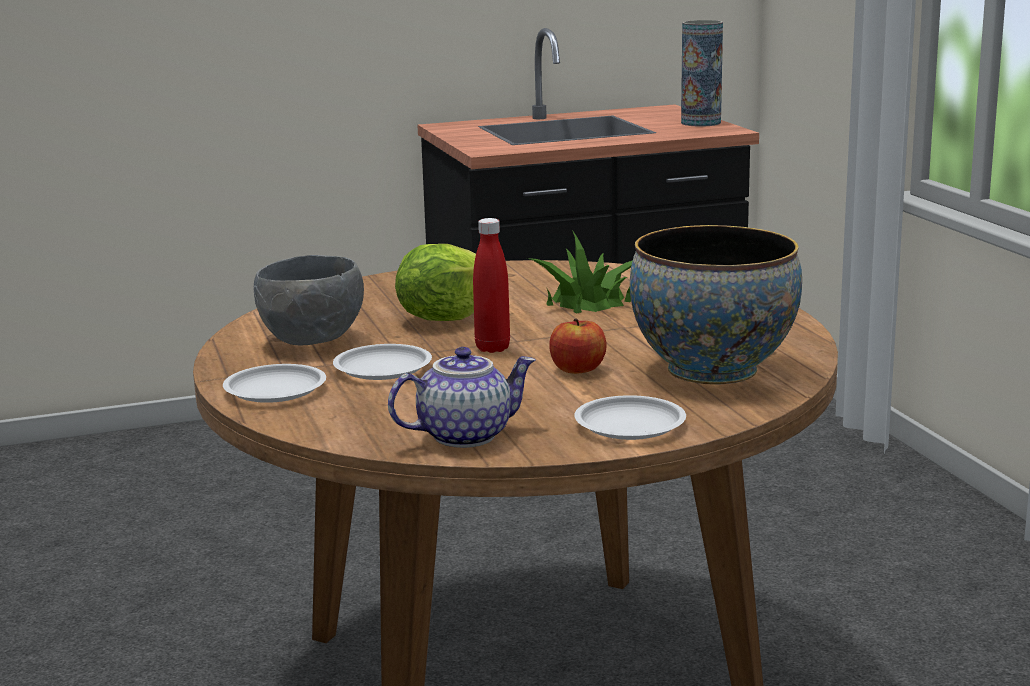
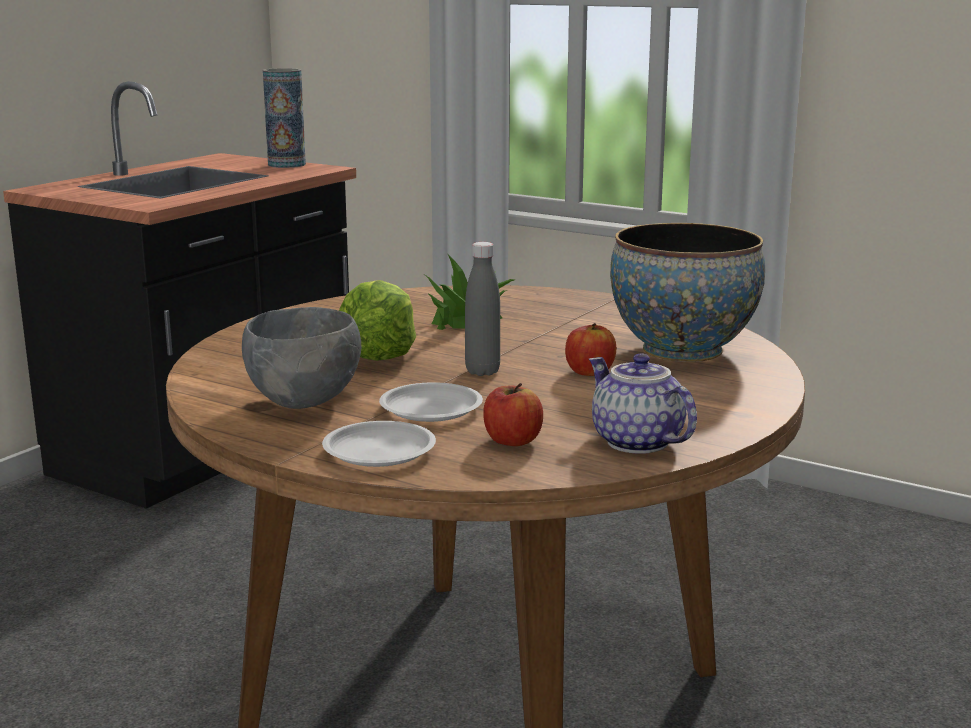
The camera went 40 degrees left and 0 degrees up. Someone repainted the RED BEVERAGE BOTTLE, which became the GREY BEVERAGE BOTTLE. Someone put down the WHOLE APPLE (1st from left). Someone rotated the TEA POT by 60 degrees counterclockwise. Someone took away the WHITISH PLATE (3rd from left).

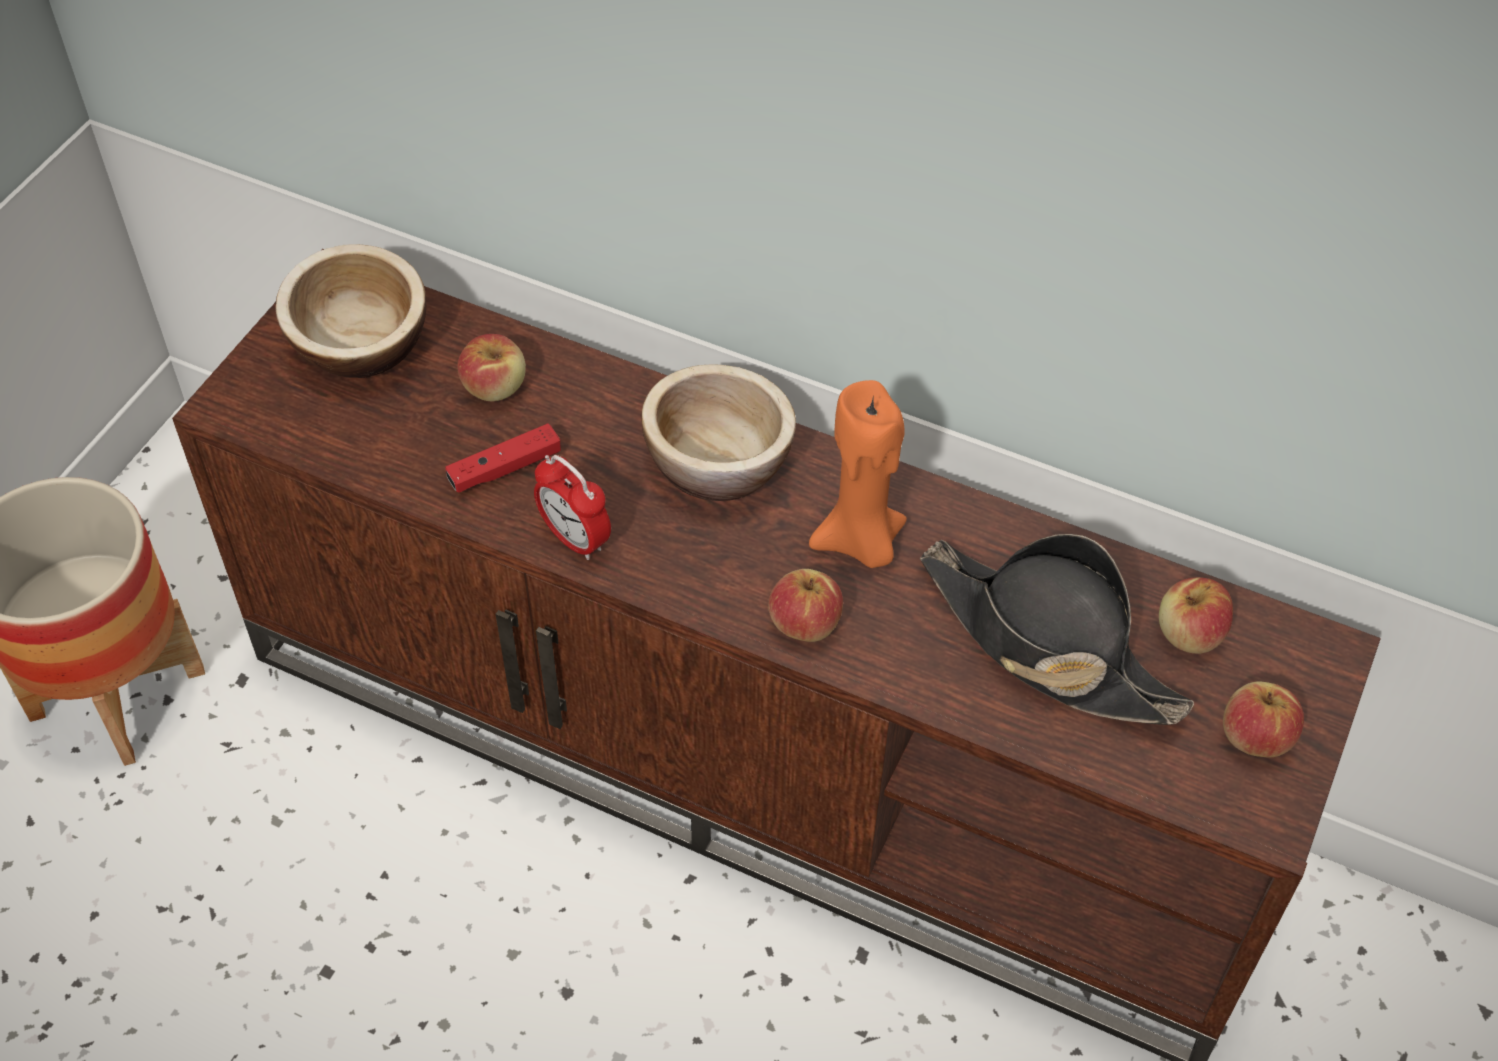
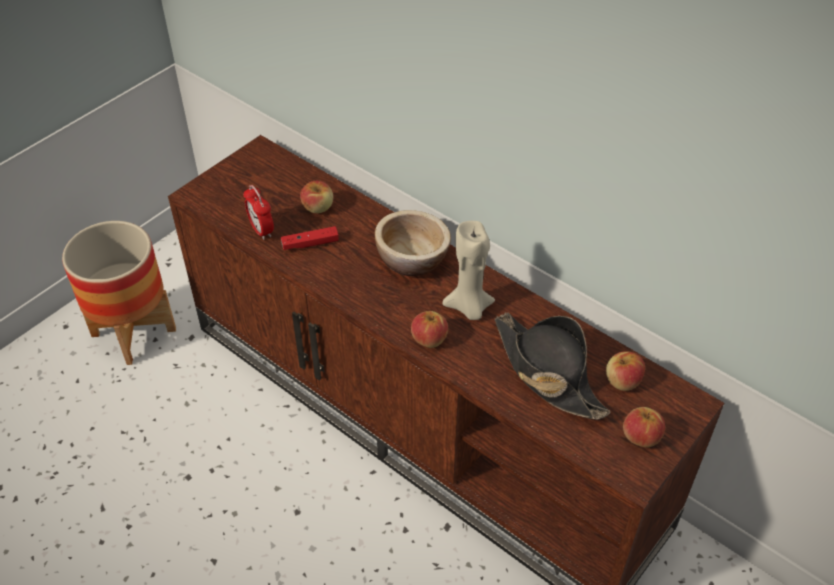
The camera went 15 degrees right and 5 degrees down. Someone carried the BEDSIDE CLOCK. Someone repainted the ORANGEY CANDLE, which became the SAND-COLOURED CANDLE. Someone took away the BOWL (1st from left).

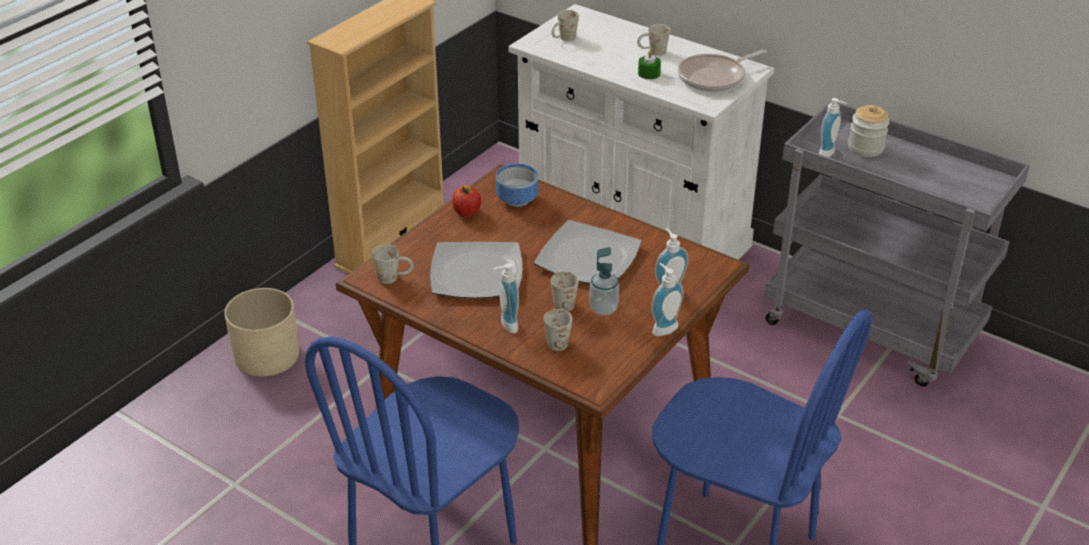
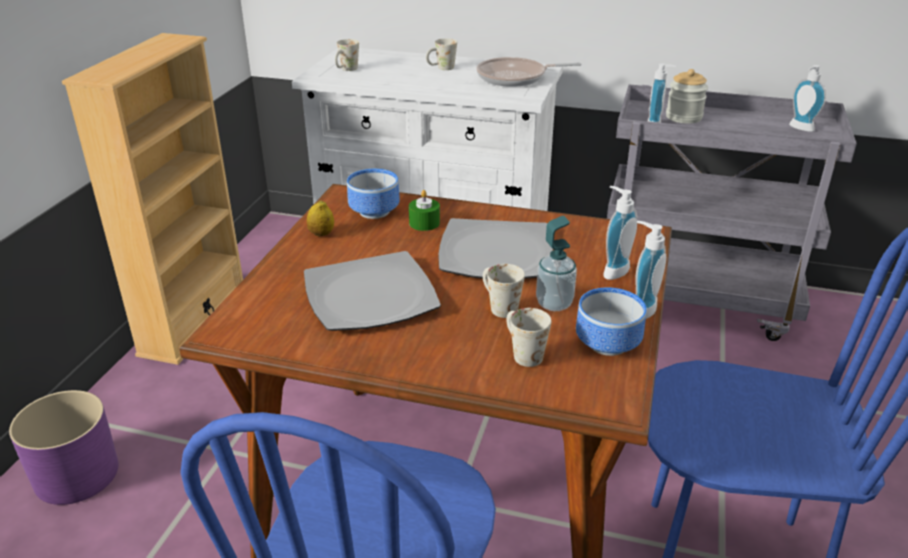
The camera went 20 degrees left and 5 degrees down. Someone repainted the SAND-COLOURED PLANTER, which became the PURPLISH PLANTER. Someone swapped the WHOLE APPLE for the LEMON. Someone carried the GREEN CANDLE. Someone rotated the SKILLET by 45 degrees clockwise. Someone put down the BOWL (2nd from left). Someone carried the LIQUID SOAP BOTTLE (1st from left in the first image). Someone took away the WHITISH MUG (1st from left).

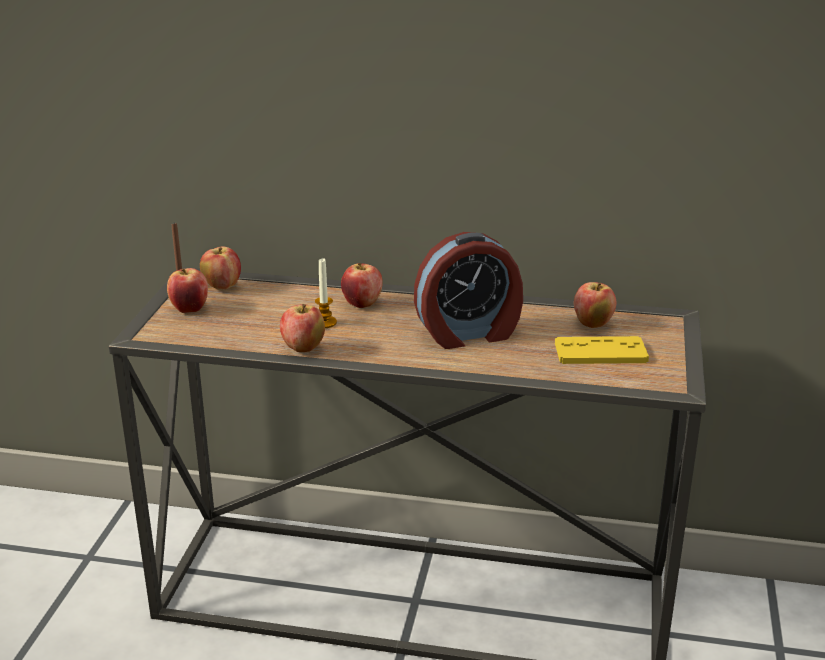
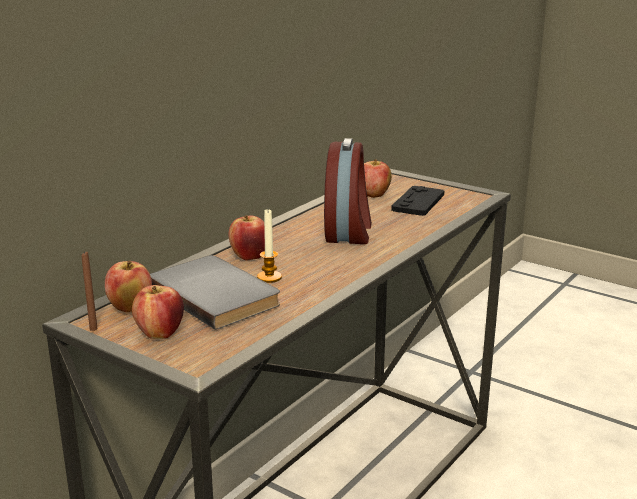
The camera went 65 degrees left and 5 degrees down. Someone put down the GREY BOOK. Someone repainted the YELLOW JOYPAD, which became the BLACK-COLOURED JOYPAD. Someone took away the WHOLE APPLE (3rd from left).

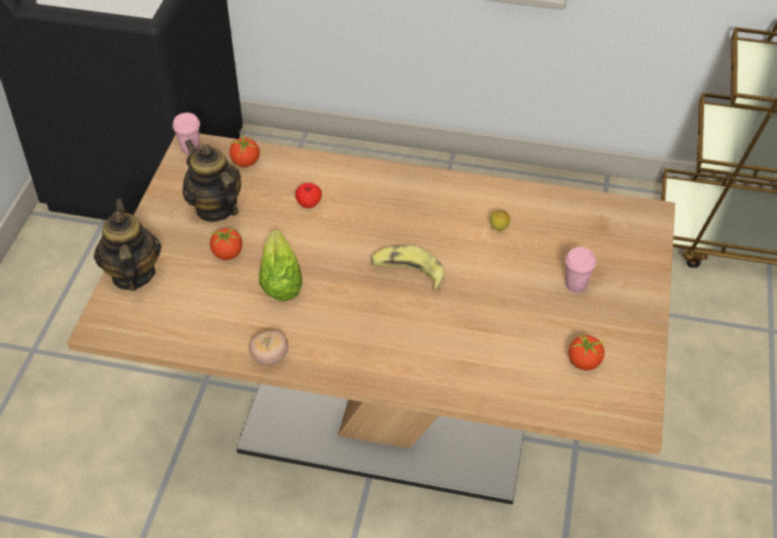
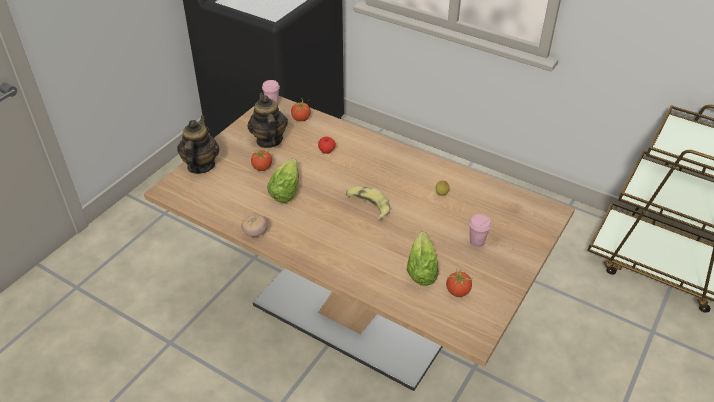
The camera went 20 degrees right and 5 degrees down. Someone put down the LETTUCE (2nd from left).

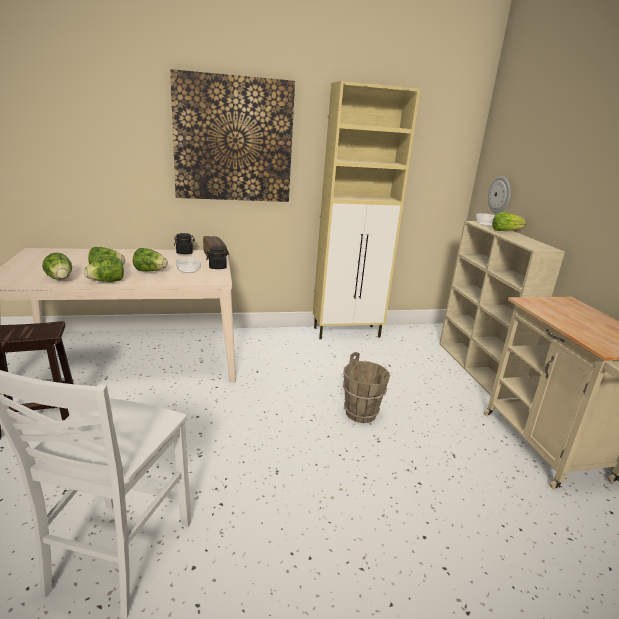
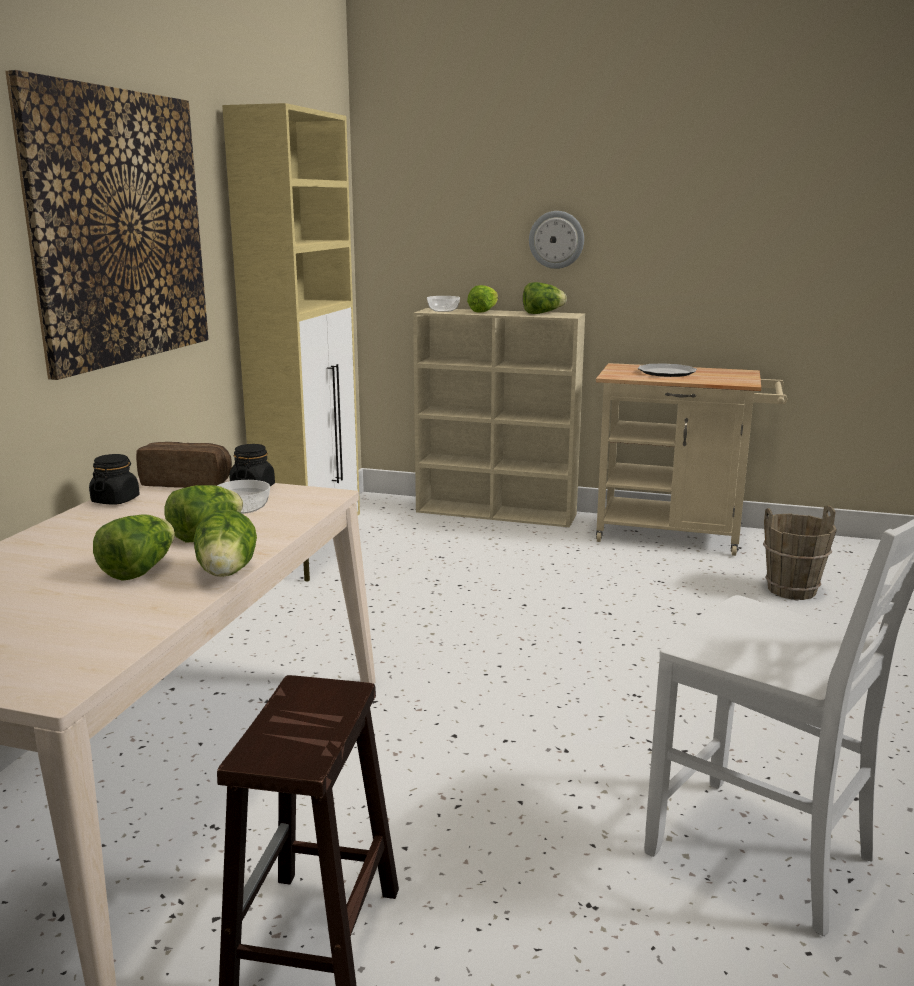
The camera went 60 degrees left and 5 degrees down. Someone carried the LETTUCE (1st from left in the first image). Someone carried the CLOCK ON THE WALL. Someone put down the PLATE. Someone carried the BROWNISH PAIL.

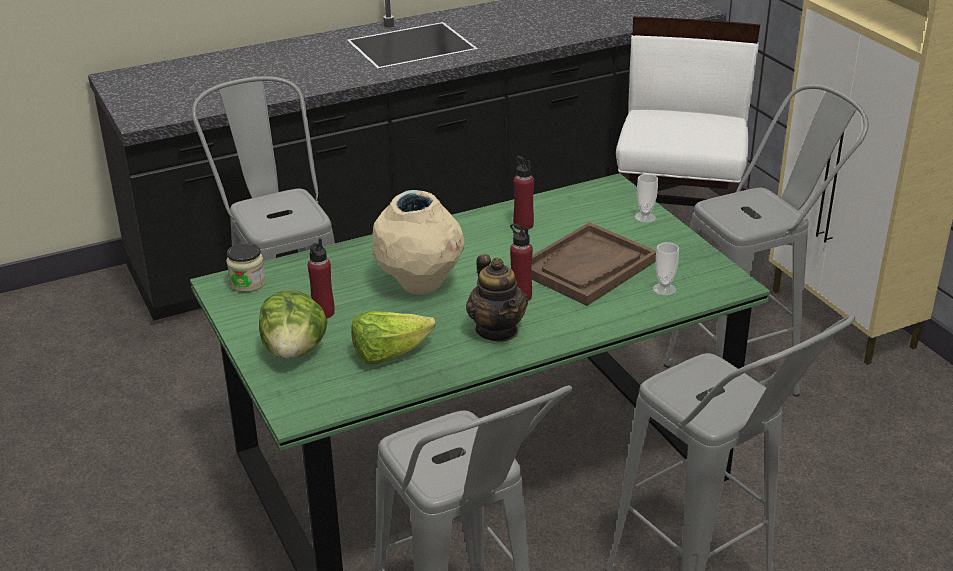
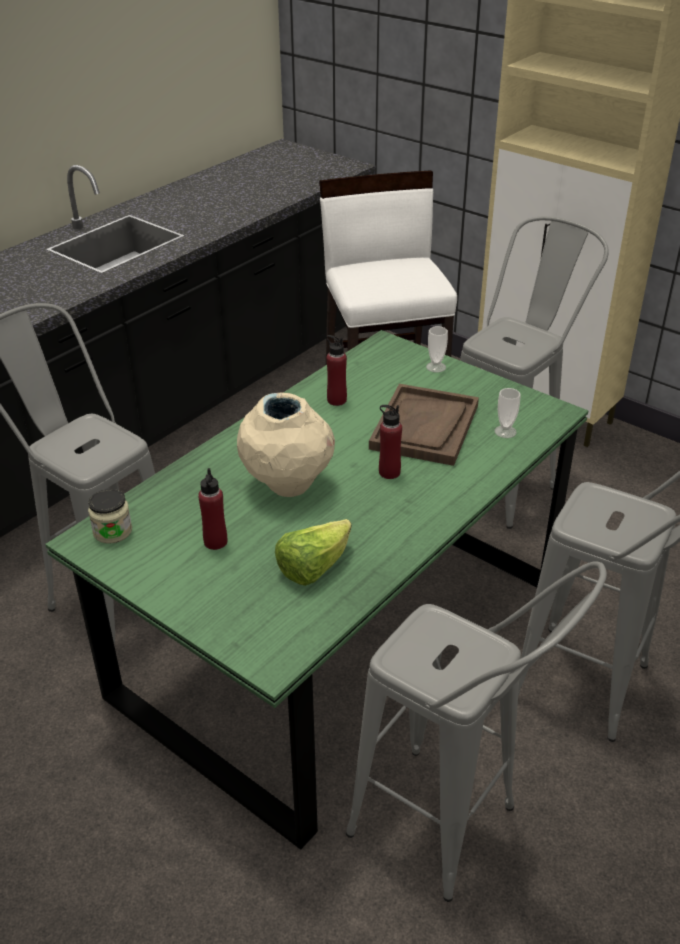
The camera went 25 degrees left and 5 degrees up. Someone took away the LETTUCE (1st from left). Someone took away the TEA POT.

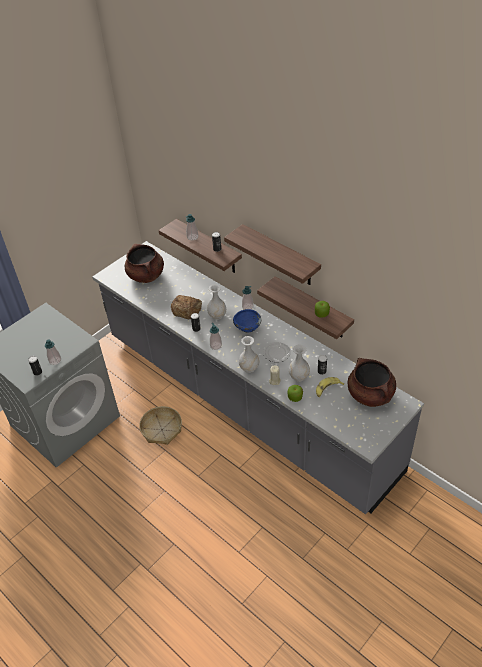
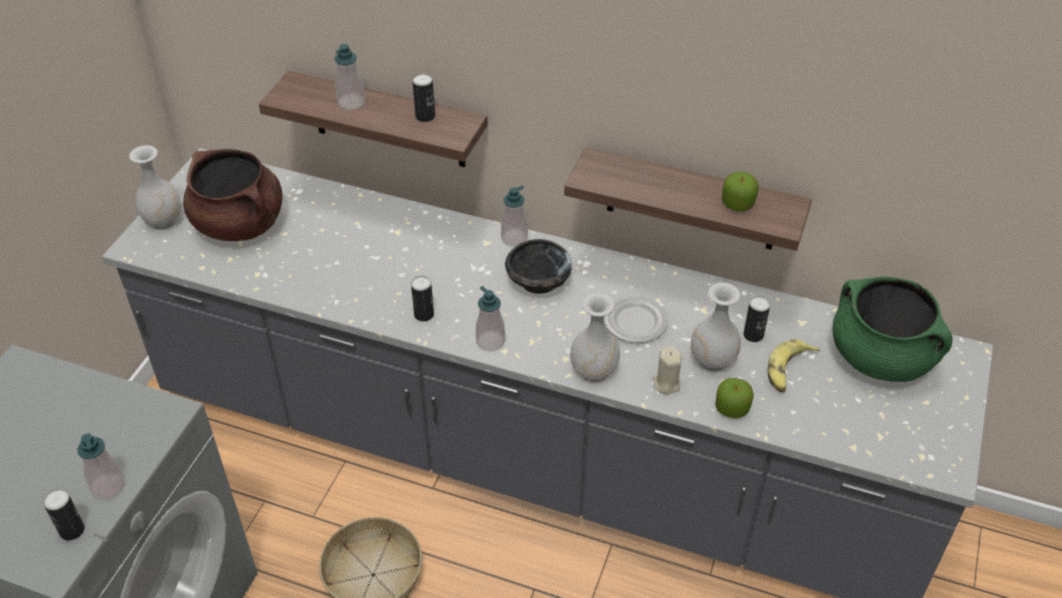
The camera went 25 degrees left and 0 degrees up. Someone carried the WHITISH DECORATIVE VASE (1st from left). Someone repainted the BLUE BOWL, which became the BLACK-COLOURED BOWL. Someone repainted the BROWNISH STOCKPOT (2nd from left), which became the GREEN STOCKPOT. Someone took away the BAKERY BREAD. Someone took away the BRACKET SHELF (2nd from left).

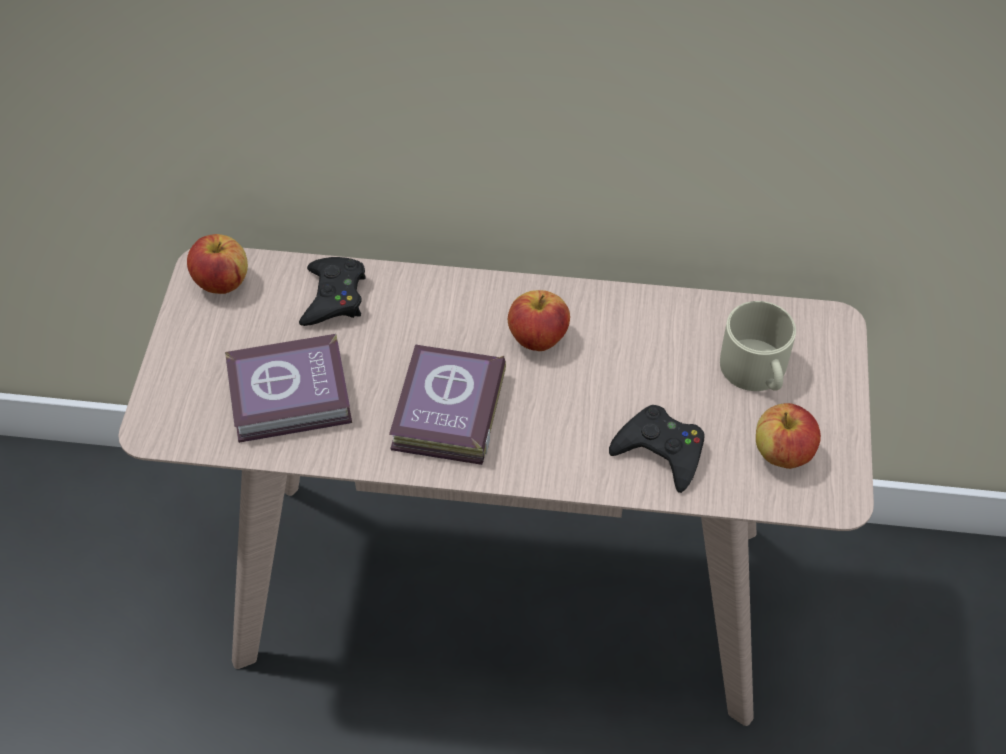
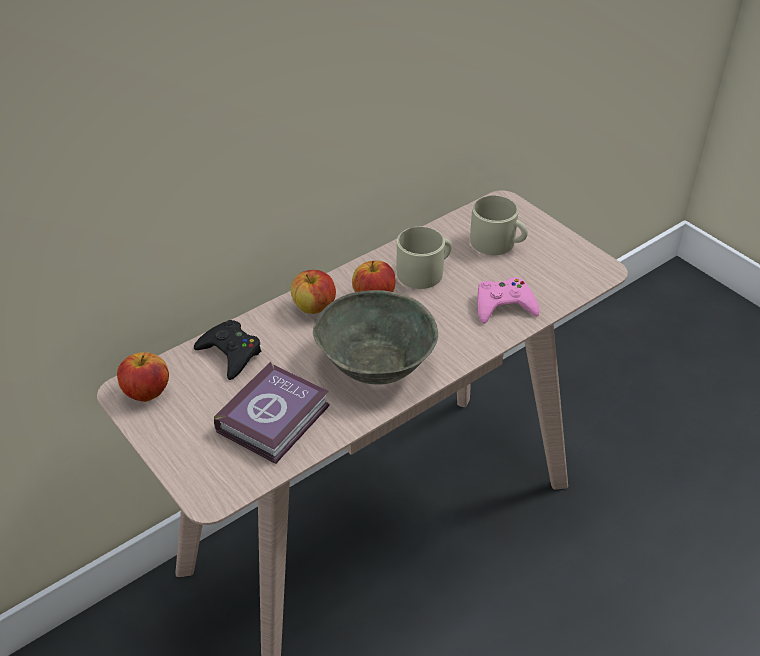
The camera went 45 degrees left and 10 degrees down. Someone carried the WHOLE APPLE (3rd from left in the first image). Someone swapped the BOOK (2nd from left) for the GREY BOWL. Someone put down the SAND-COLOURED MUG (1st from left). Someone repainted the BLACK-COLOURED JOYPAD (2nd from left), which became the PINK-COLOURED JOYPAD.

